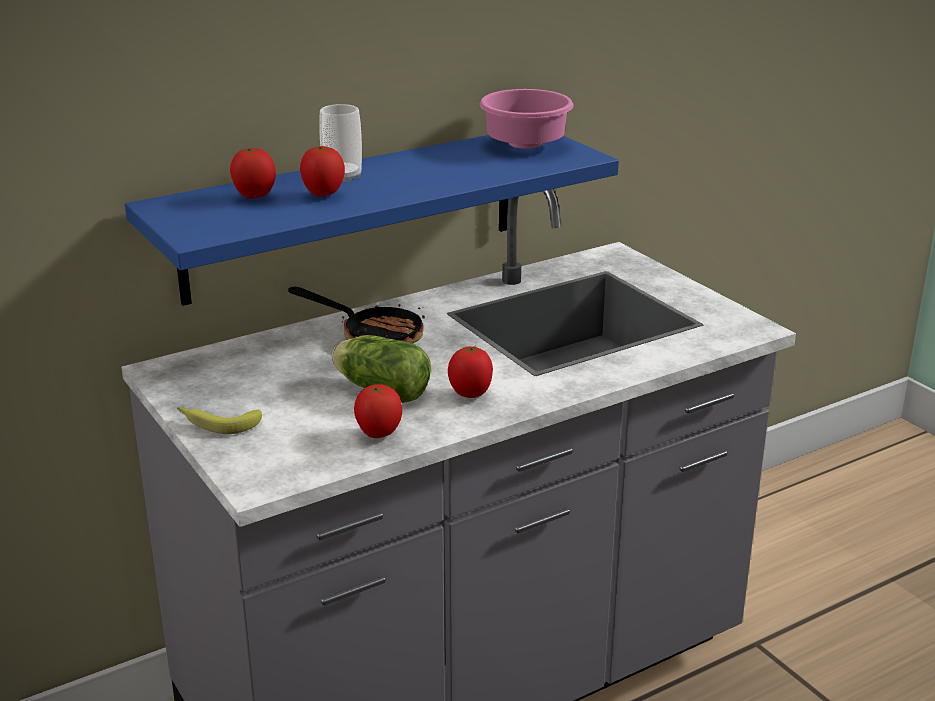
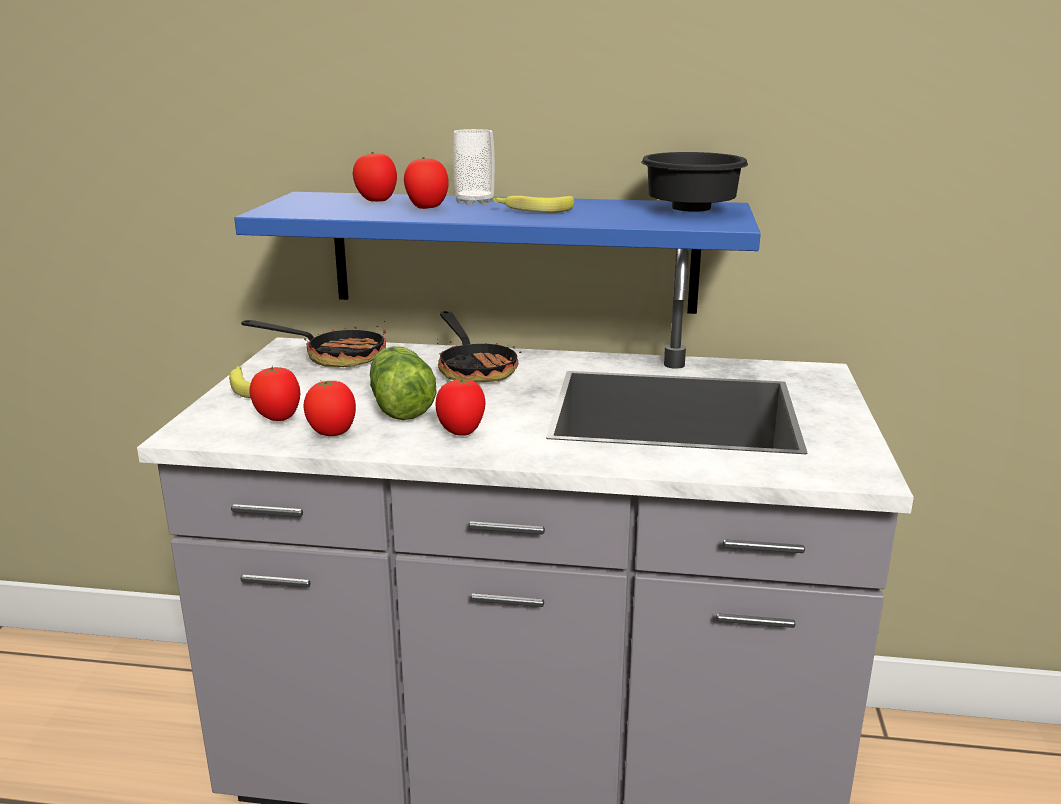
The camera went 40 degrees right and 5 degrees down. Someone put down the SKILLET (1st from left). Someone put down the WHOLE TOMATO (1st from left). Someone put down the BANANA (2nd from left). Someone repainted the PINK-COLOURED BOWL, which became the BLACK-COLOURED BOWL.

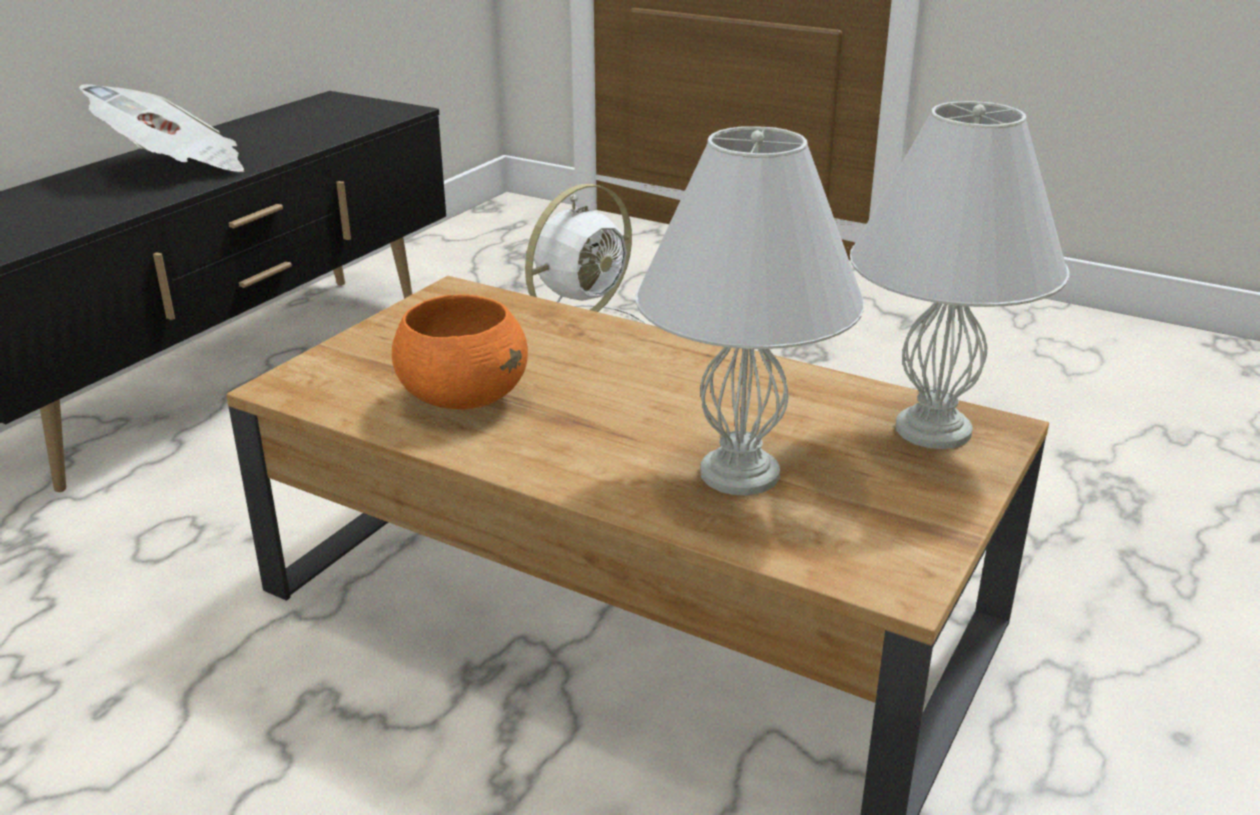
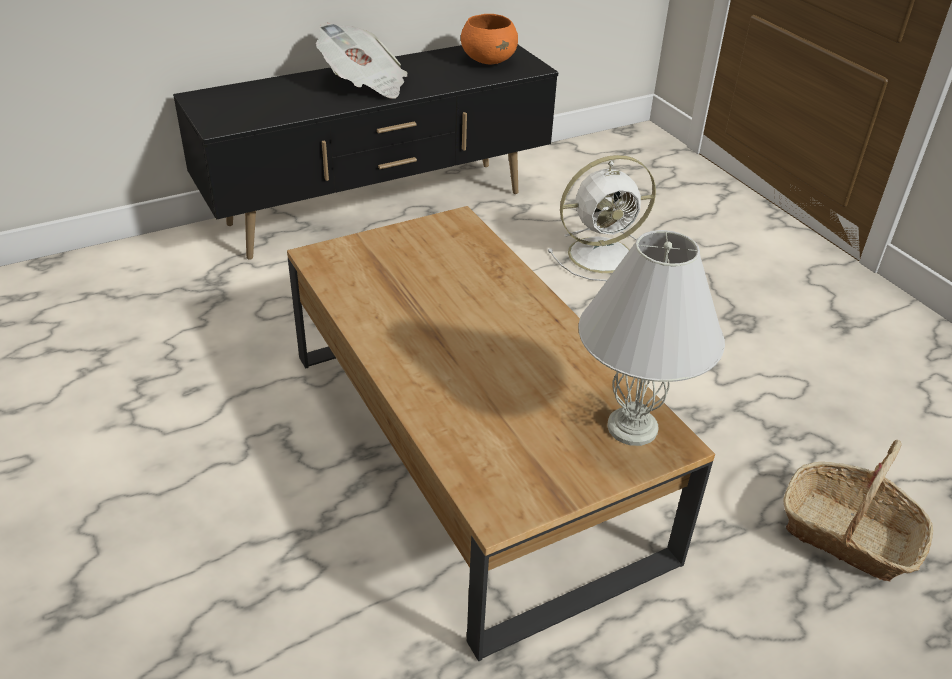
The camera went 30 degrees right and 10 degrees up. Someone carried the ORANGEY BOWL. Someone put down the STORAGE BASKET. Someone took away the WHITISH LAMP FOR A TABLE (1st from left).

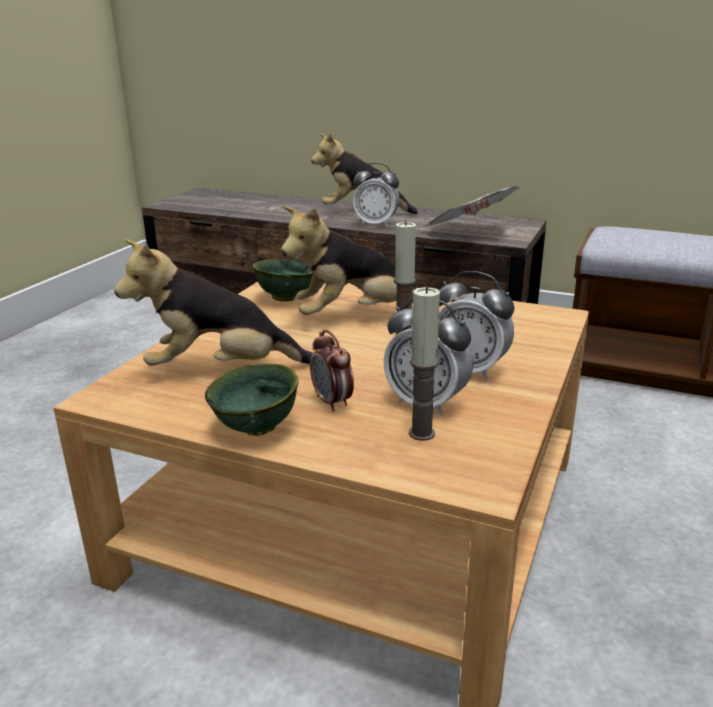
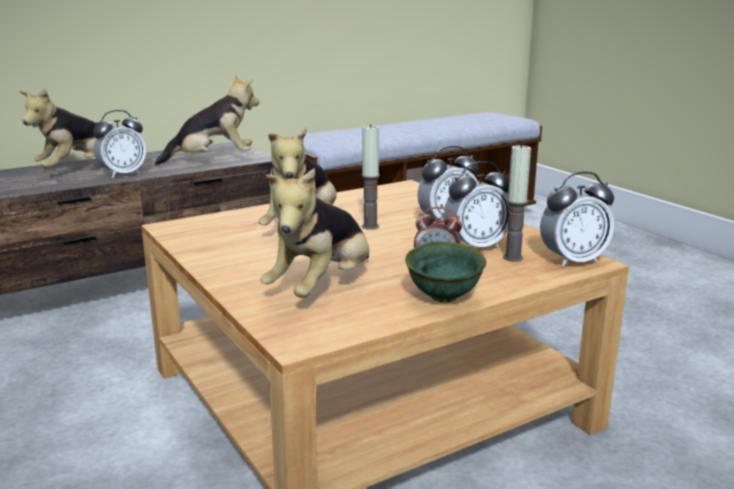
The camera went 55 degrees left and 5 degrees down. Someone swapped the DAILY PAPER for the CUDDLY TOY (2nd from left). Someone put down the BEDSIDE CLOCK (5th from left). Someone took away the GREEN BOWL (2nd from left).

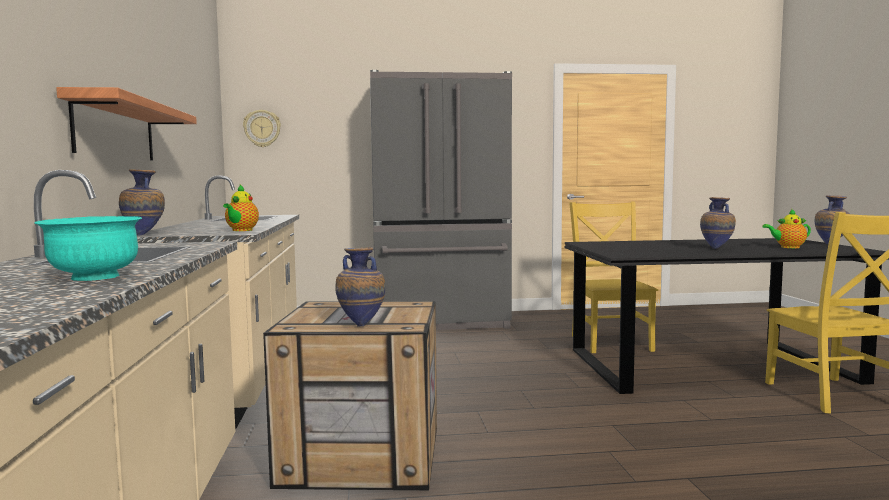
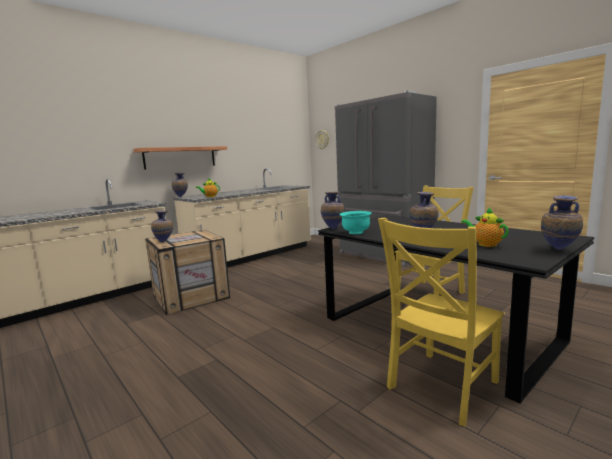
The camera went 55 degrees right and 5 degrees up. Someone put down the DECORATIVE VASE (3rd from left). Someone carried the TURQUOISE BOWL.

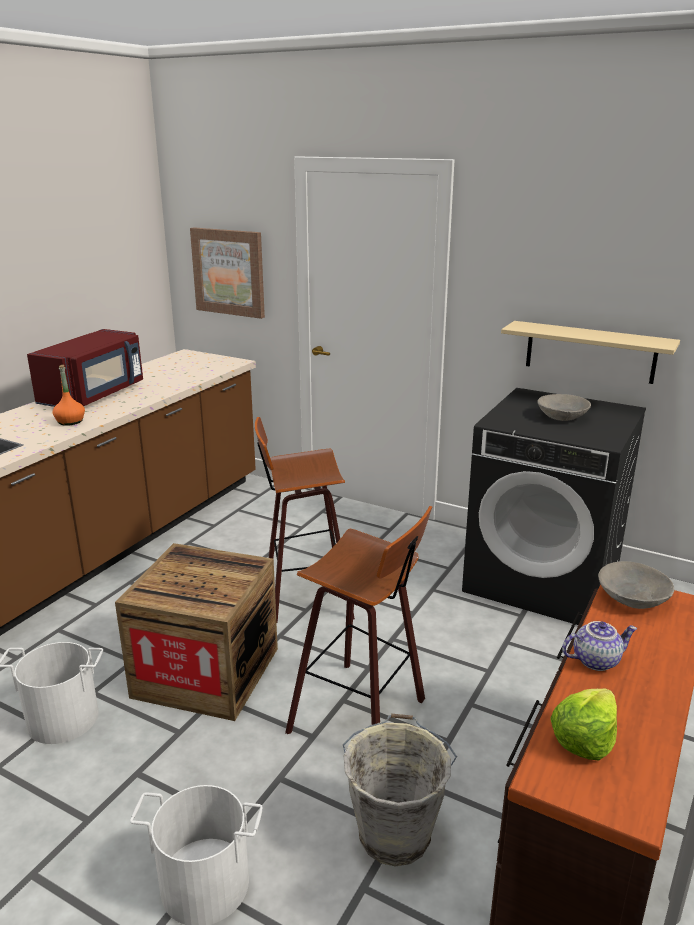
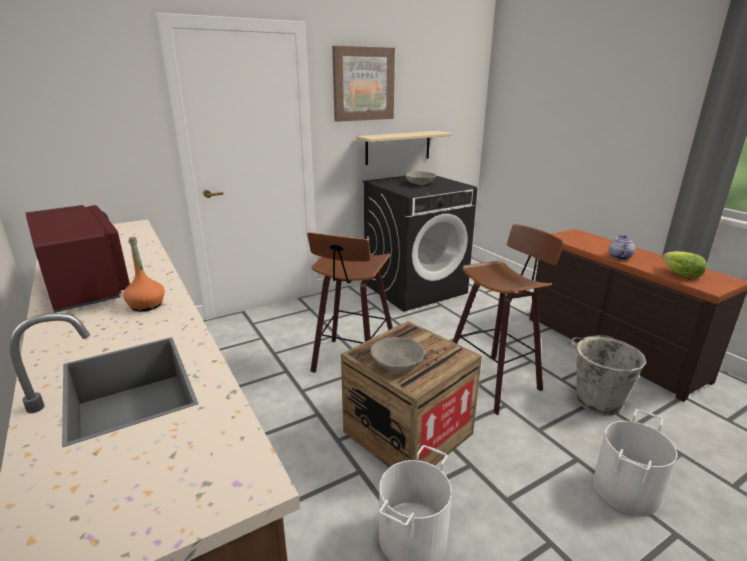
The camera went 60 degrees left and 0 degrees up. Someone carried the PICTURE. Someone carried the GREY BOWL (2nd from left in the first image).

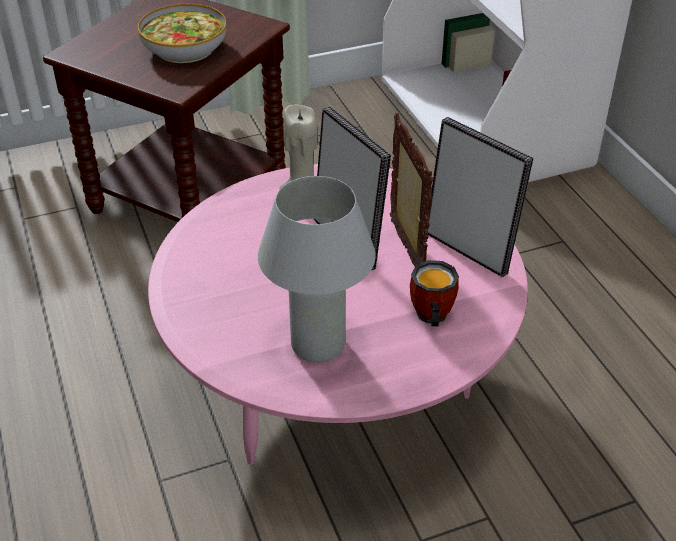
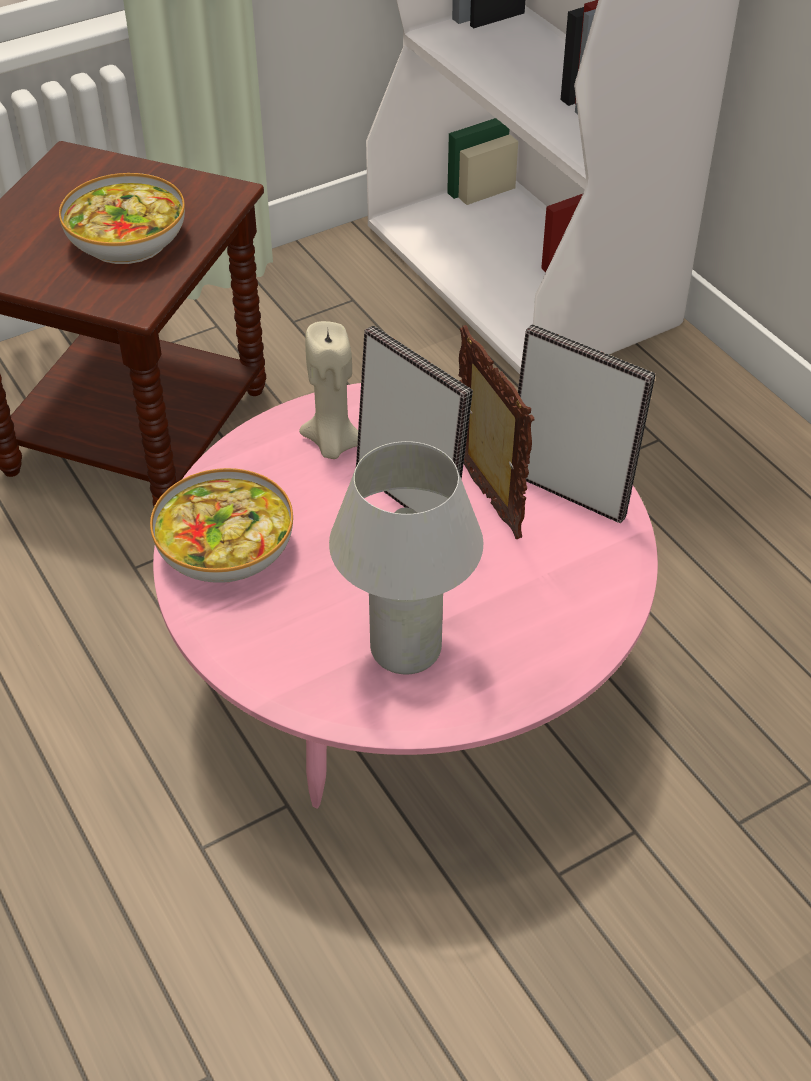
The camera went 10 degrees left and 5 degrees up. Someone put down the BOWL (2nd from left). Someone took away the MUG.

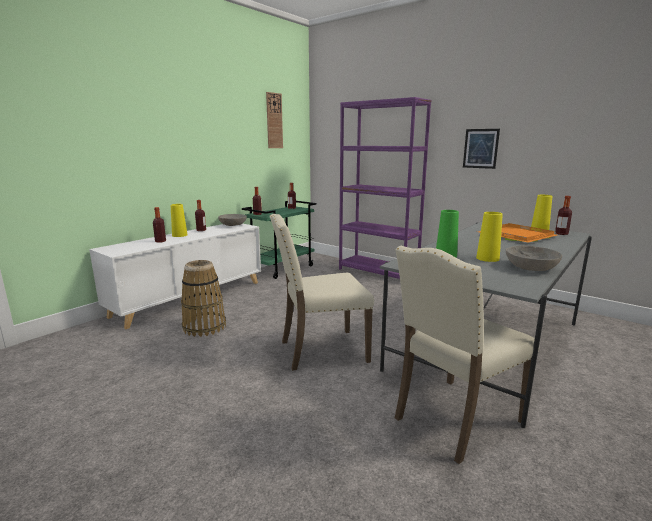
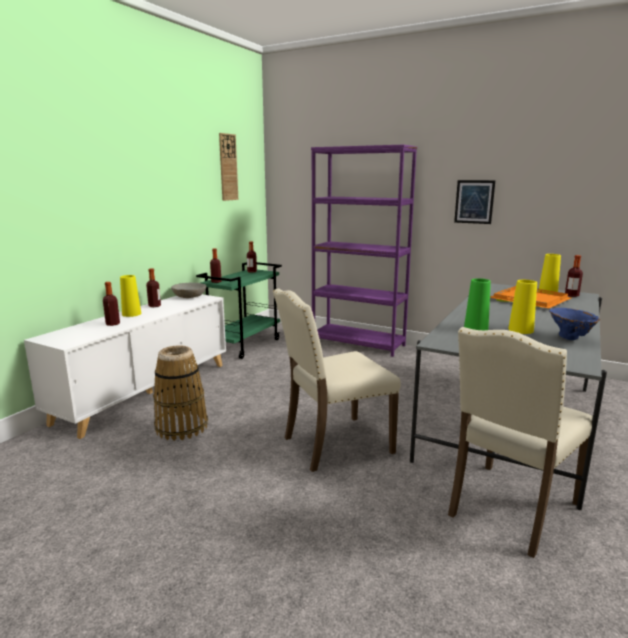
The camera went 10 degrees left and 0 degrees up. Someone swapped the GREY BOWL (2nd from left) for the BLUE DECORATIVE VASE.

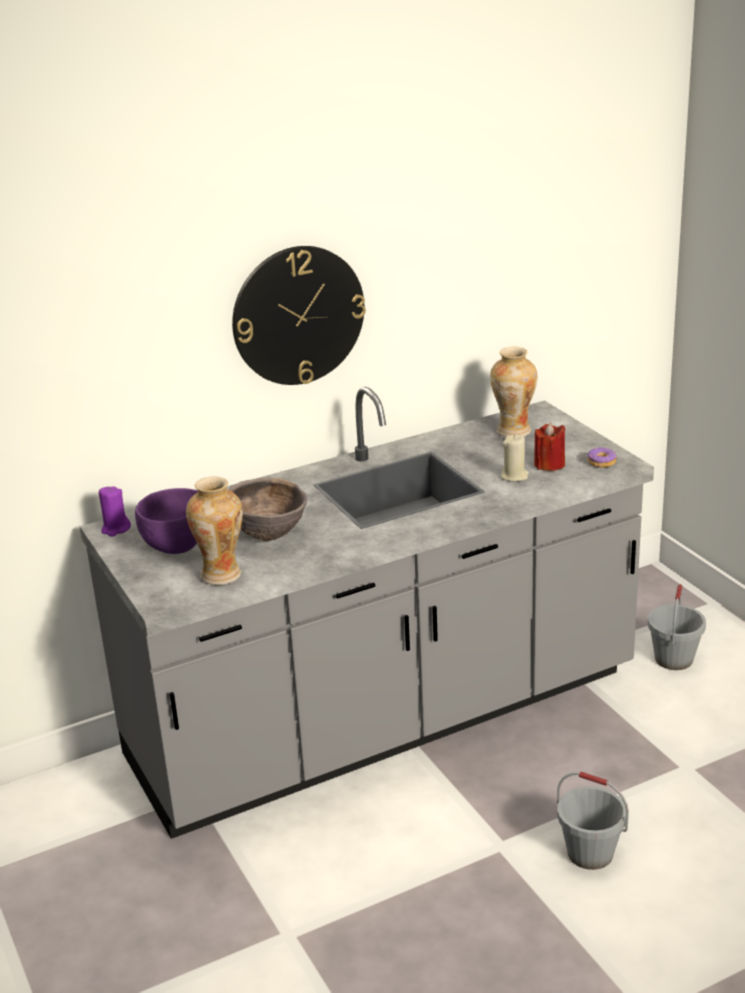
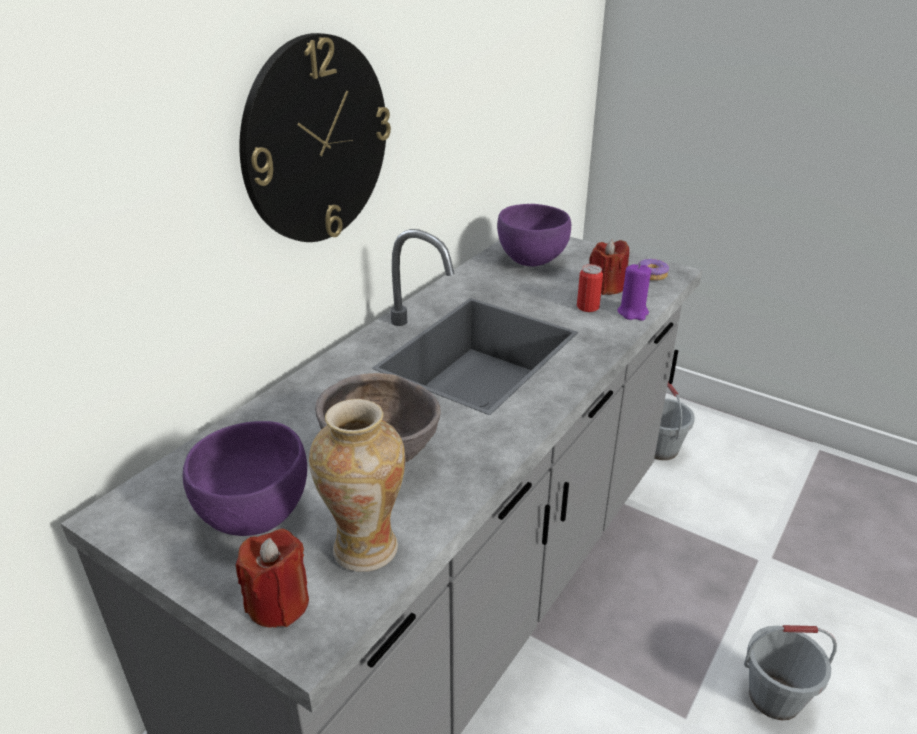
The camera went 30 degrees left and 5 degrees up. Someone put down the RED CANDLE (1st from left). Someone swapped the DECORATIVE VASE (2nd from left) for the PURPLISH BOWL (2nd from left). Someone swapped the SAND-COLOURED CANDLE for the CAN. Someone carried the PURPLISH CANDLE.

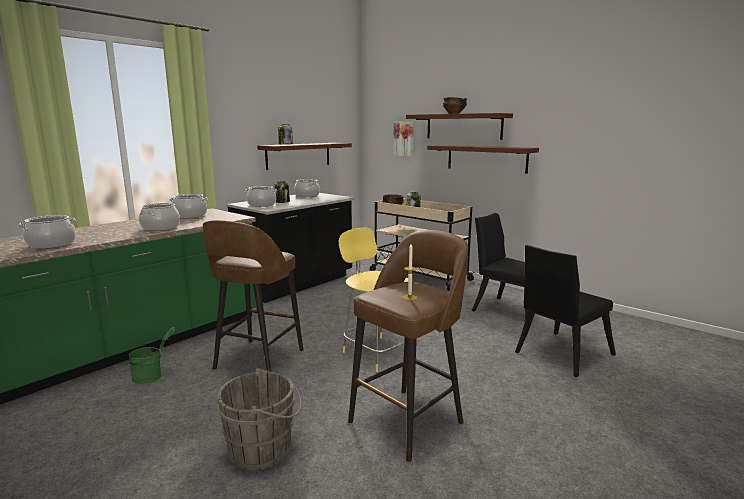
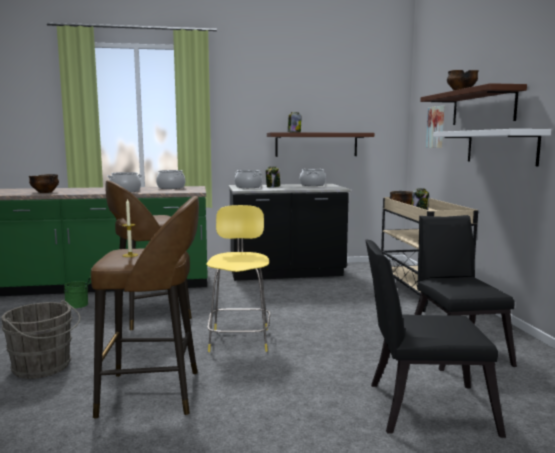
The camera went 40 degrees right and 5 degrees down. Someone swapped the STOCKPOT (1st from left) for the BOWL (1st from left). Someone repainted the BROWNISH BRACKET SHELF (3rd from left), which became the WHITISH BRACKET SHELF.

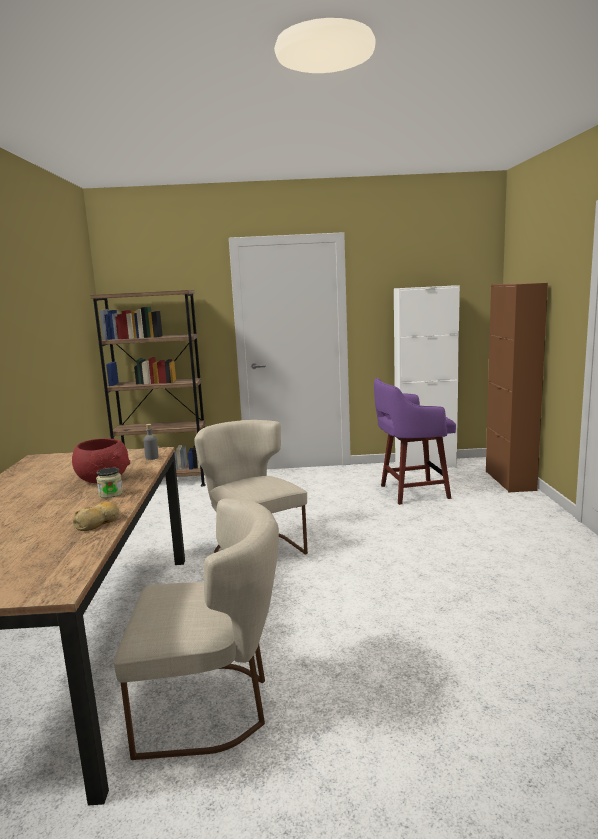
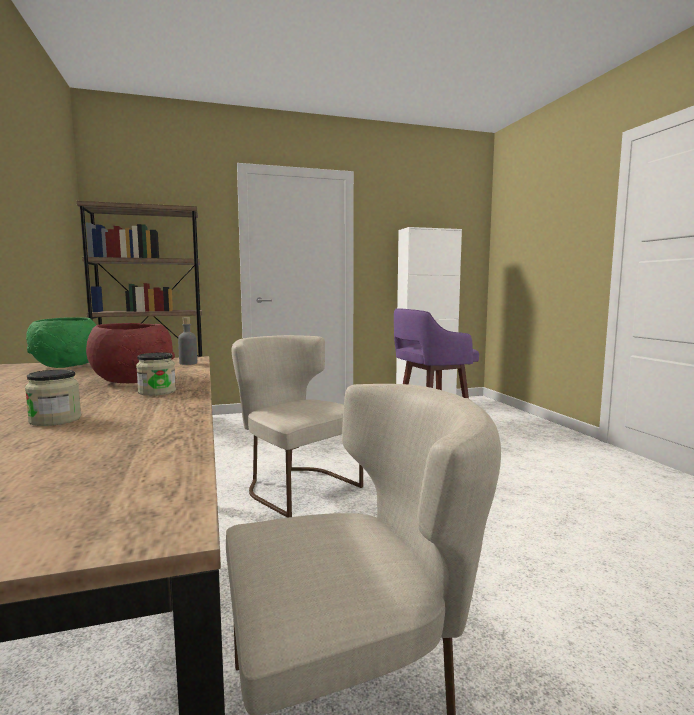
The camera went 15 degrees left and 5 degrees down. Someone put down the STORAGE JAR (1st from left). Someone put down the GREEN BOWL. Someone took away the BAKERY BREAD. Someone took away the BROWNISH CUPBOARD.

